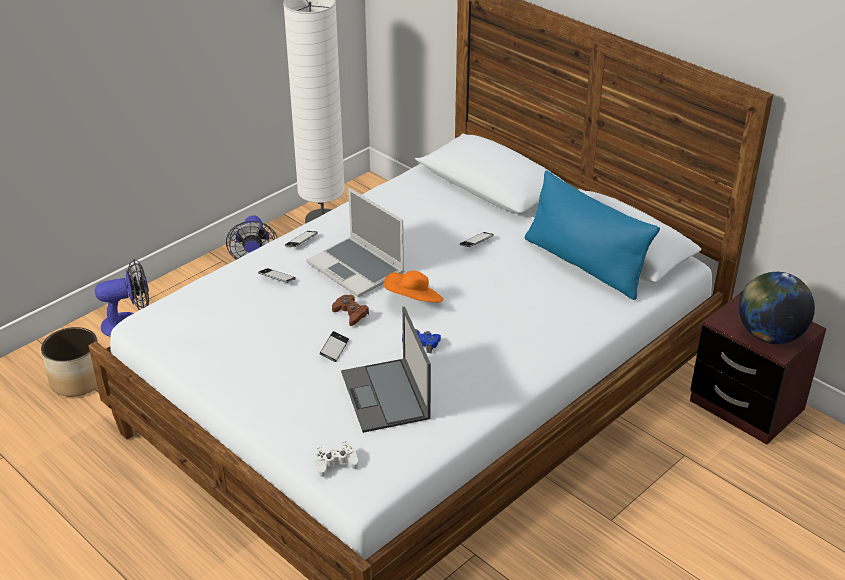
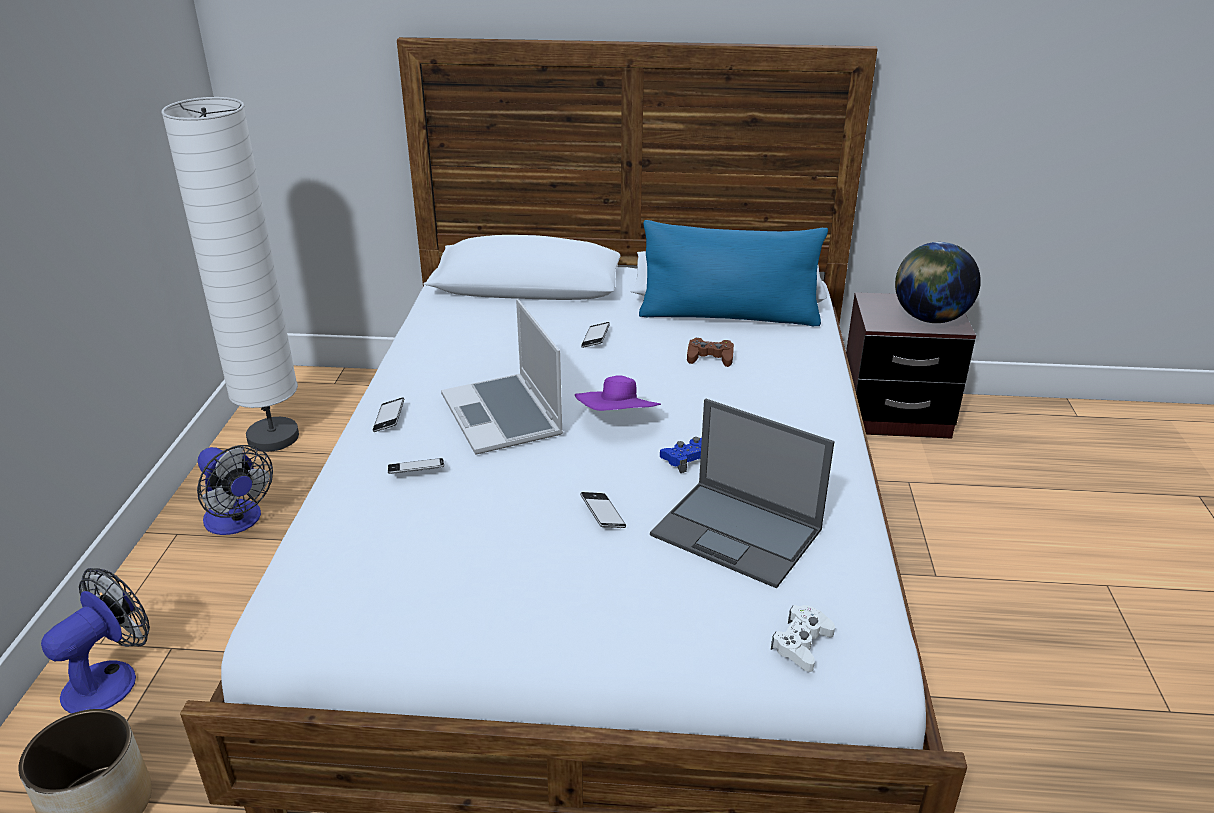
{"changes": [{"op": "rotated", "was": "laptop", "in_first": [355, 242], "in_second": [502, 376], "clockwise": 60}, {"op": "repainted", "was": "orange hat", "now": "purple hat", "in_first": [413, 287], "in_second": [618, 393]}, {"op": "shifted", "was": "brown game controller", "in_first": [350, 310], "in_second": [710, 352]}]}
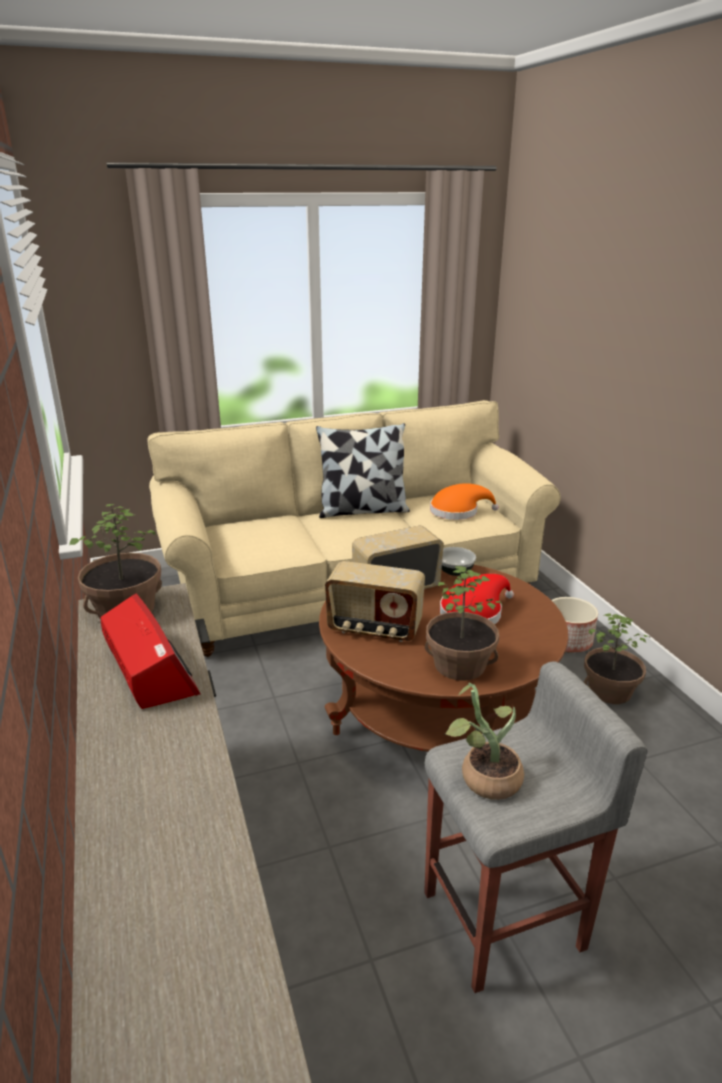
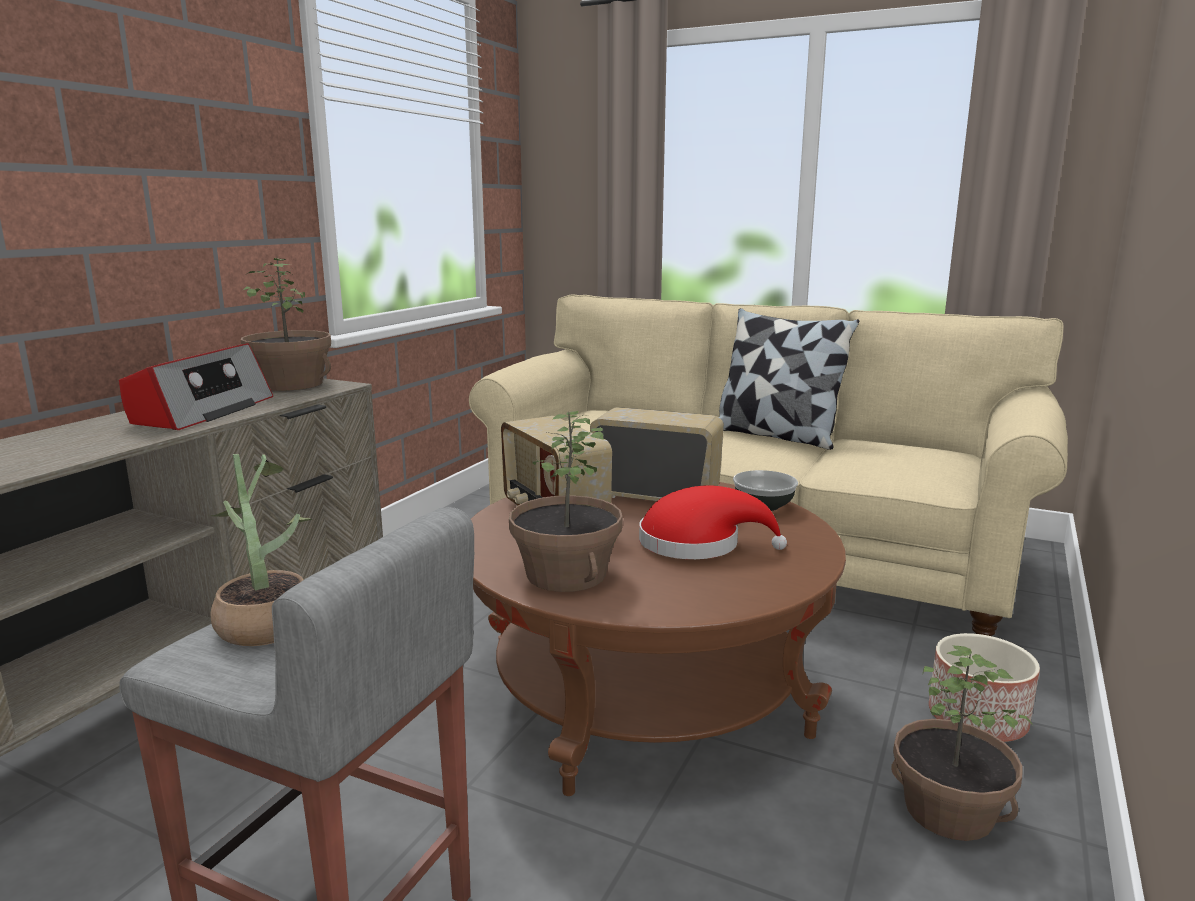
{"changes": [{"op": "gone", "was": "orange hat", "in_first": [464, 501]}]}
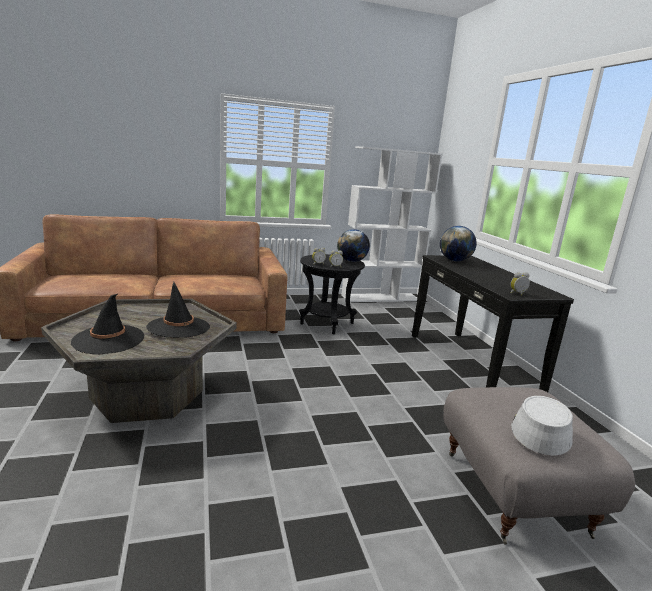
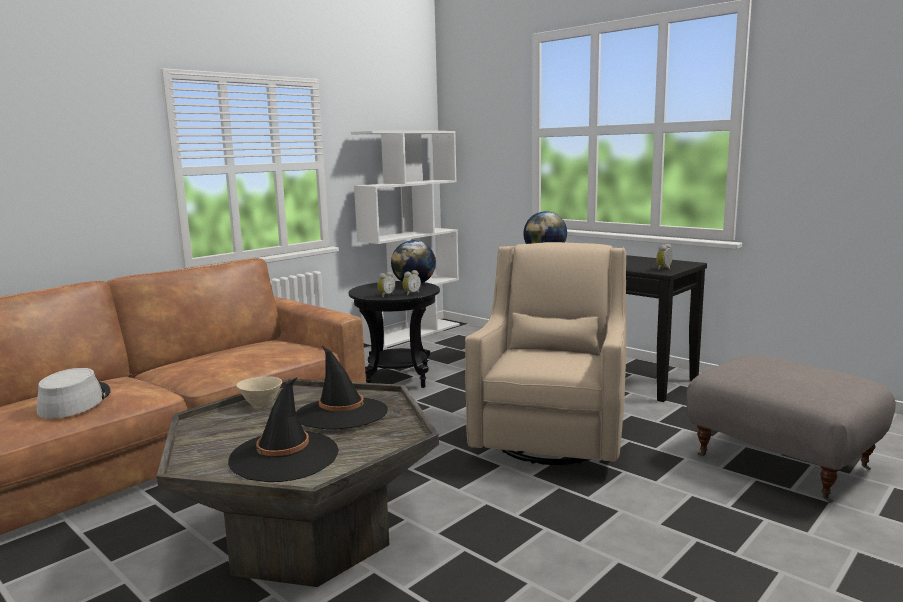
{"changes": [{"op": "shifted", "was": "grey hat", "in_first": [542, 425], "in_second": [74, 393]}, {"op": "new", "now": "beige armchair", "in_second": [545, 353]}, {"op": "new", "now": "beige bowl", "in_second": [259, 391]}]}
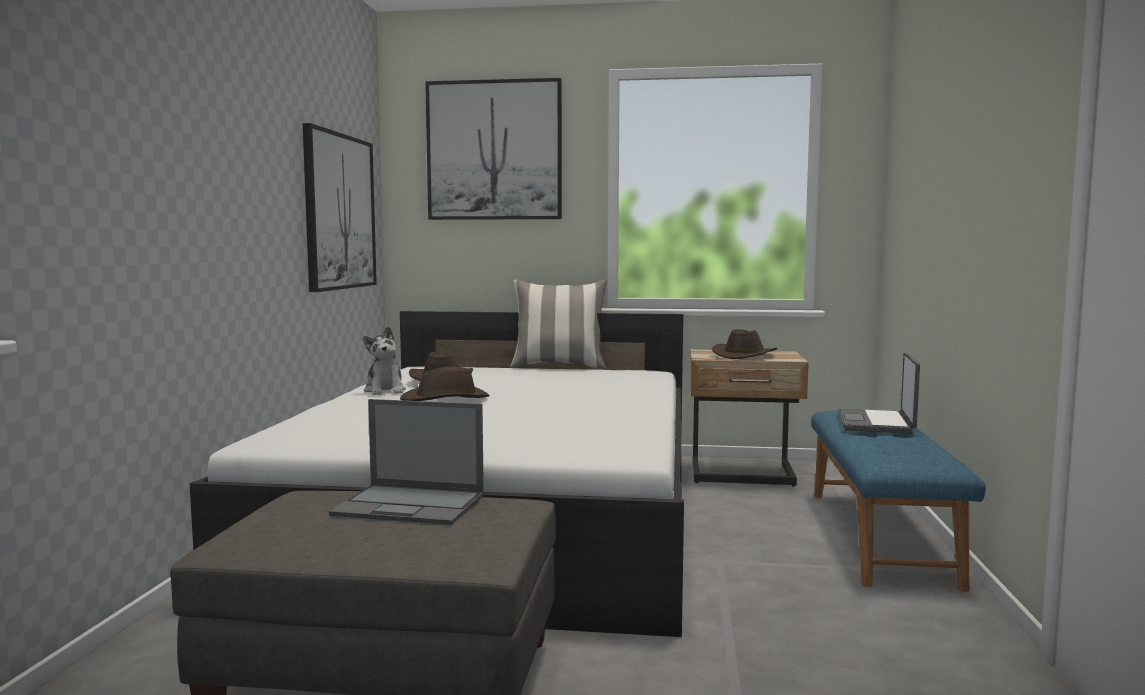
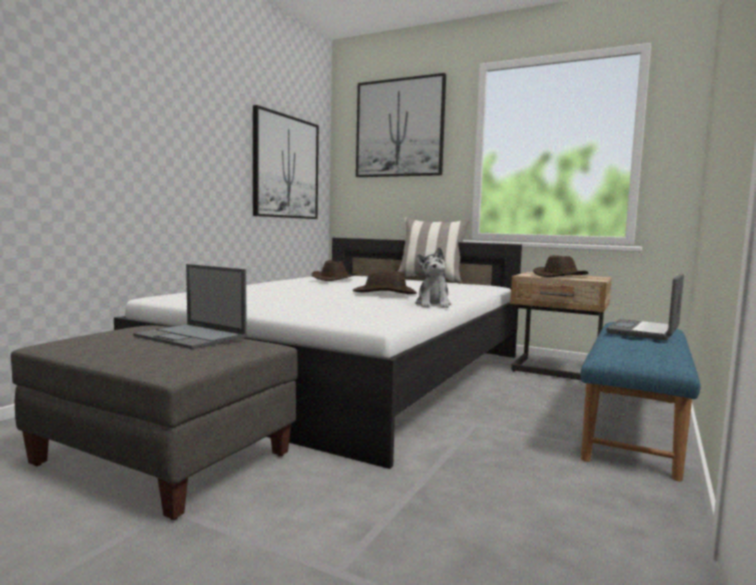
{"changes": [{"op": "shifted", "was": "plush toy", "in_first": [384, 360], "in_second": [433, 277]}, {"op": "shifted", "was": "brown hat", "in_first": [444, 383], "in_second": [384, 282]}]}
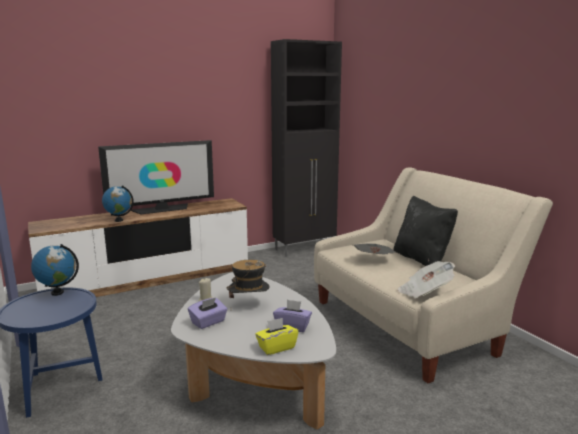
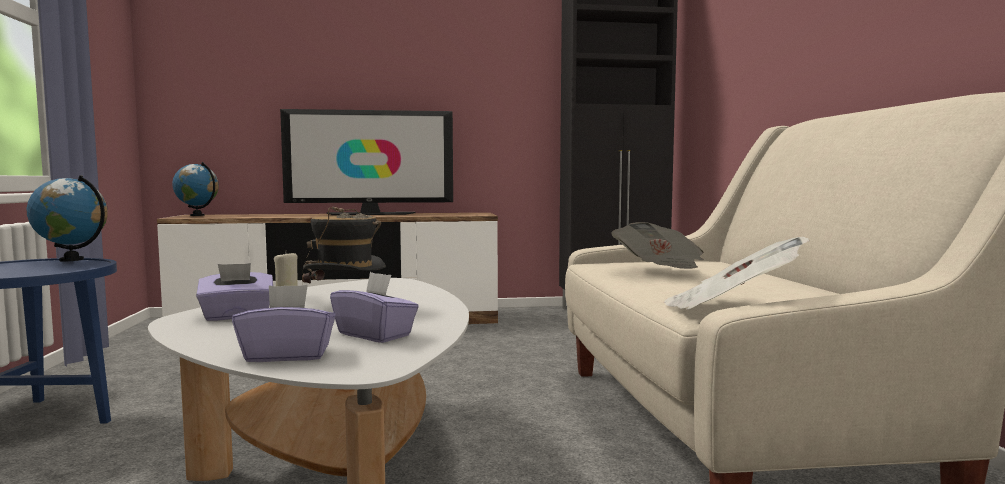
{"changes": [{"op": "shifted", "was": "globe", "in_first": [118, 203], "in_second": [195, 189]}, {"op": "gone", "was": "black pillow", "in_first": [425, 231]}, {"op": "repainted", "was": "yellow tissue box", "now": "purple tissue box", "in_first": [276, 336], "in_second": [284, 323]}]}
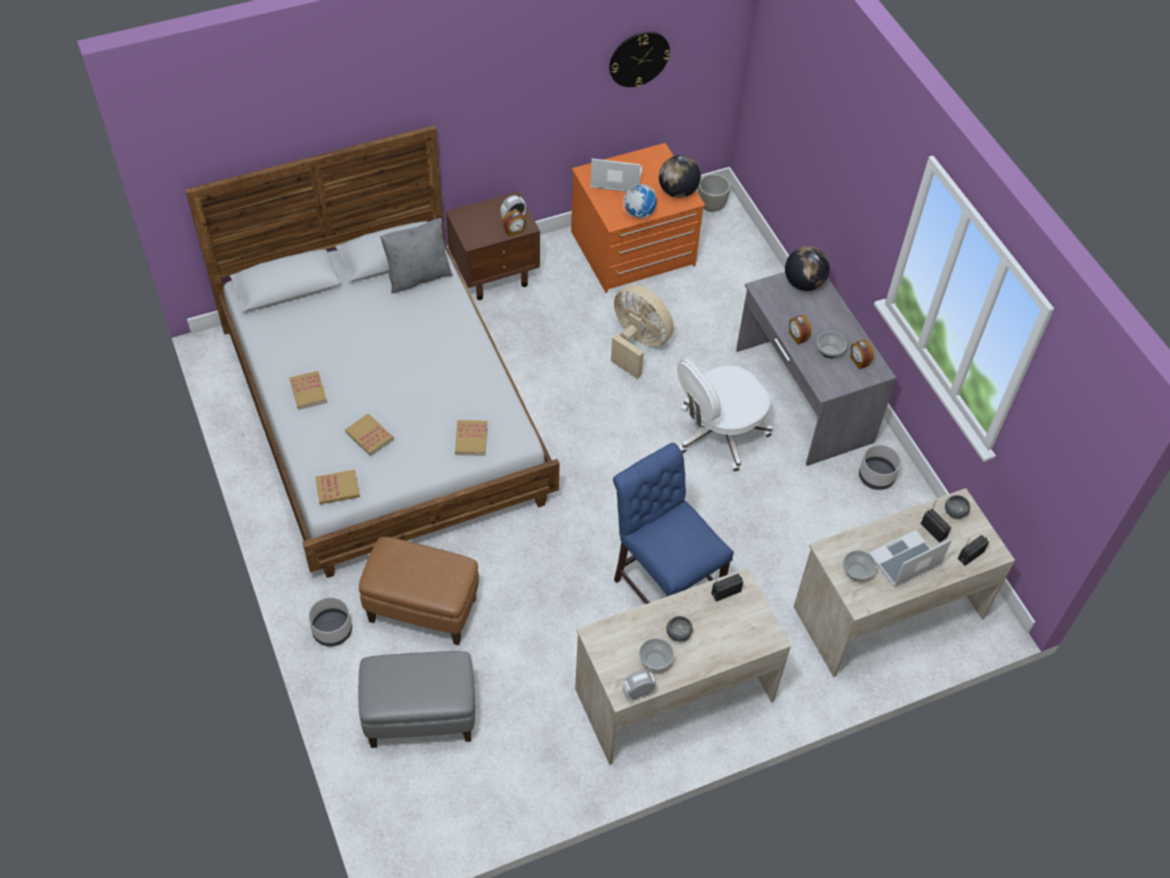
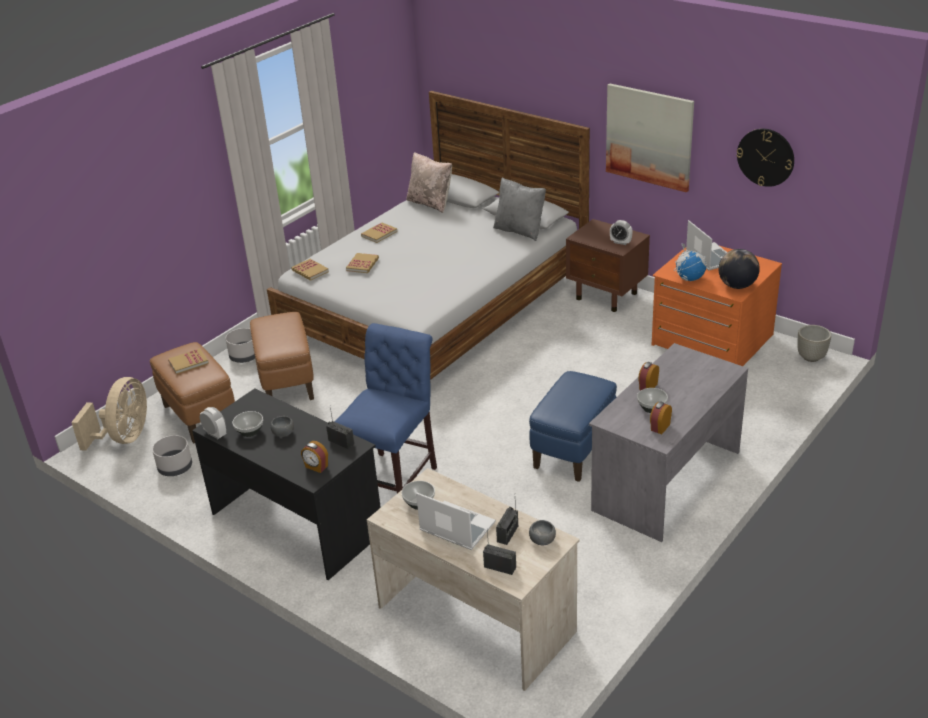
{"changes": [{"op": "shifted", "was": "alarm clock", "in_first": [514, 223], "in_second": [314, 457]}, {"op": "gone", "was": "globe", "in_first": [807, 268]}, {"op": "shifted", "was": "beige fan", "in_first": [642, 331], "in_second": [109, 414]}, {"op": "swapped", "was": "white office chair", "now": "blue ottoman", "in_first": [725, 415], "in_second": [573, 426]}, {"op": "shifted", "was": "book", "in_first": [471, 438], "in_second": [188, 361]}, {"op": "shifted", "was": "grey planter", "in_first": [880, 467], "in_second": [172, 455]}, {"op": "repainted", "was": "beige desk", "now": "black desk", "in_first": [683, 666], "in_second": [286, 484]}, {"op": "repainted", "was": "grey ottoman", "now": "brown ottoman", "in_first": [416, 699], "in_second": [192, 392]}, {"op": "new", "now": "picture", "in_second": [650, 137]}, {"op": "new", "now": "beige pillow", "in_second": [429, 182]}]}
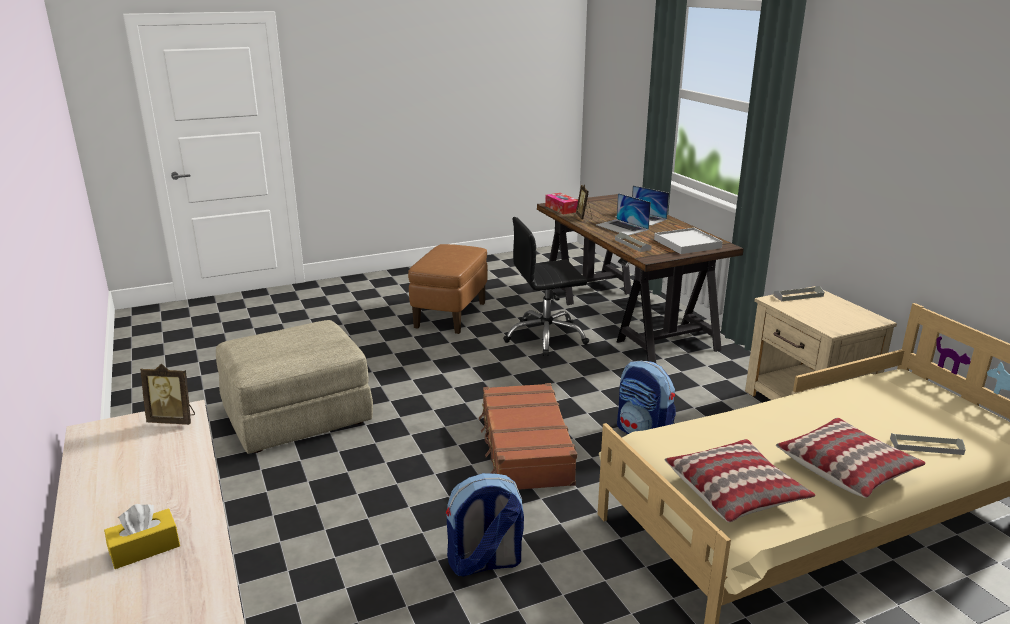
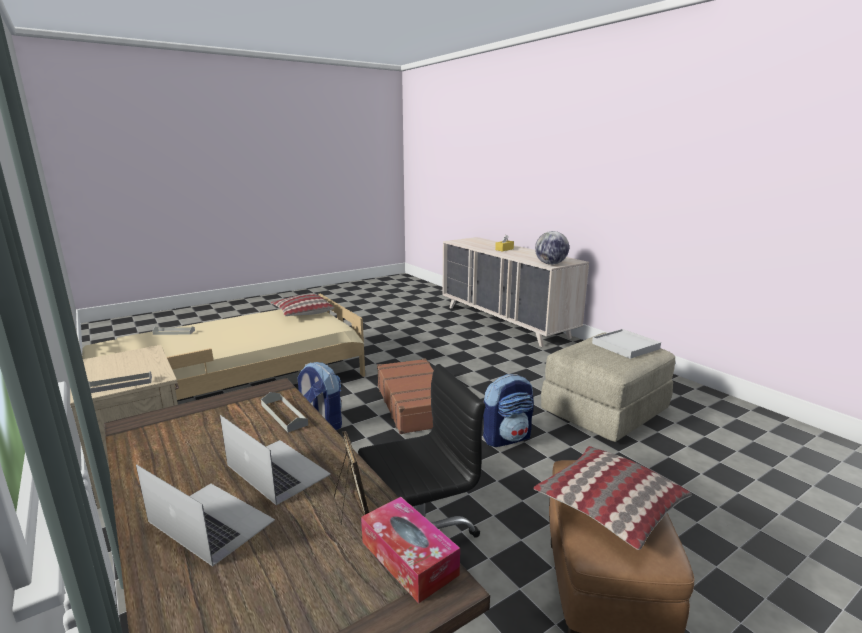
{"changes": [{"op": "shifted", "was": "white tray", "in_first": [688, 241], "in_second": [626, 344]}, {"op": "swapped", "was": "picture frame", "now": "globe", "in_first": [167, 394], "in_second": [552, 248]}, {"op": "shifted", "was": "pillow", "in_first": [851, 458], "in_second": [612, 498]}, {"op": "shifted", "was": "backpack", "in_first": [485, 525], "in_second": [508, 410]}]}
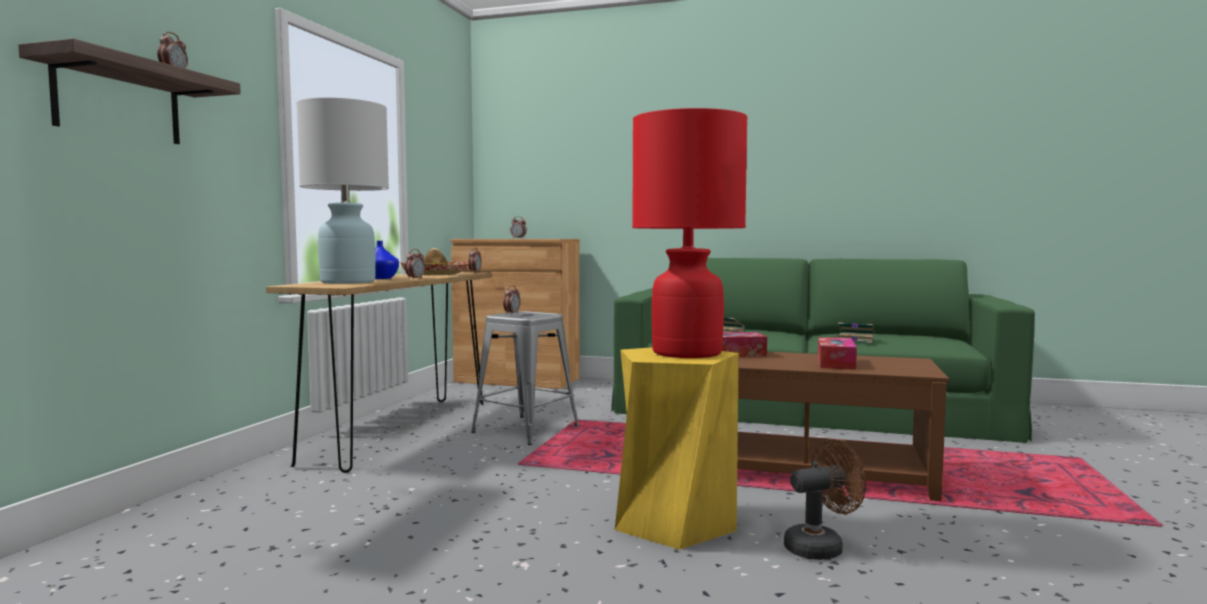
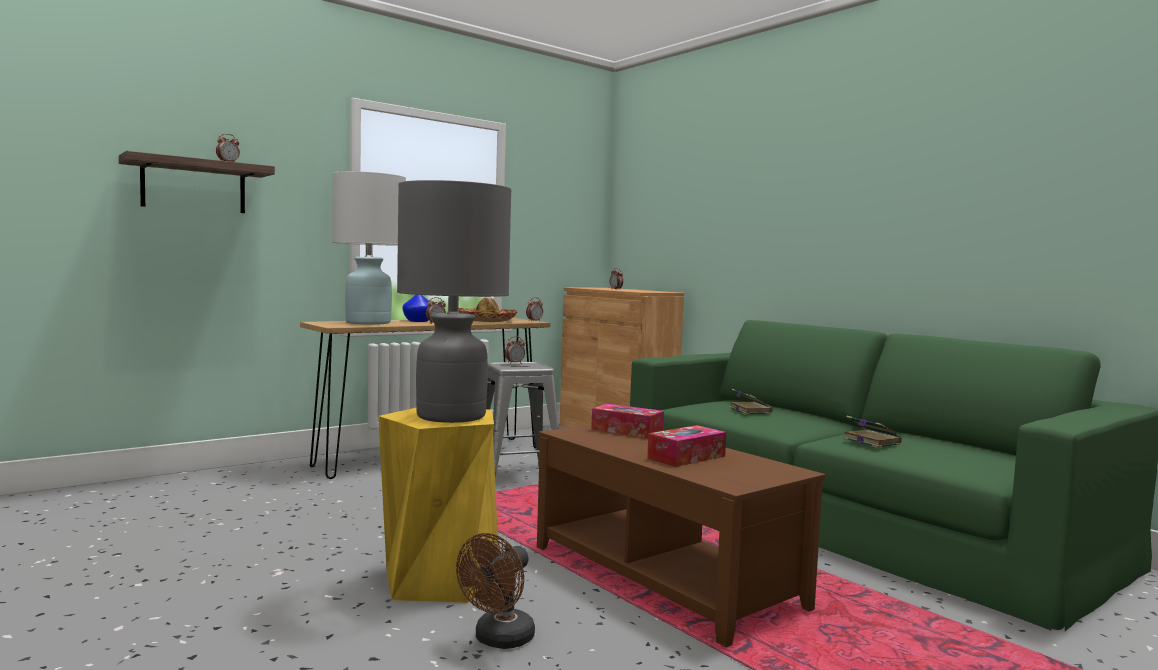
{"changes": [{"op": "repainted", "was": "red table lamp", "now": "grey table lamp", "in_first": [689, 233], "in_second": [454, 301]}, {"op": "rotated", "was": "brown fan", "in_first": [825, 500], "in_second": [495, 591], "clockwise": 105}]}
